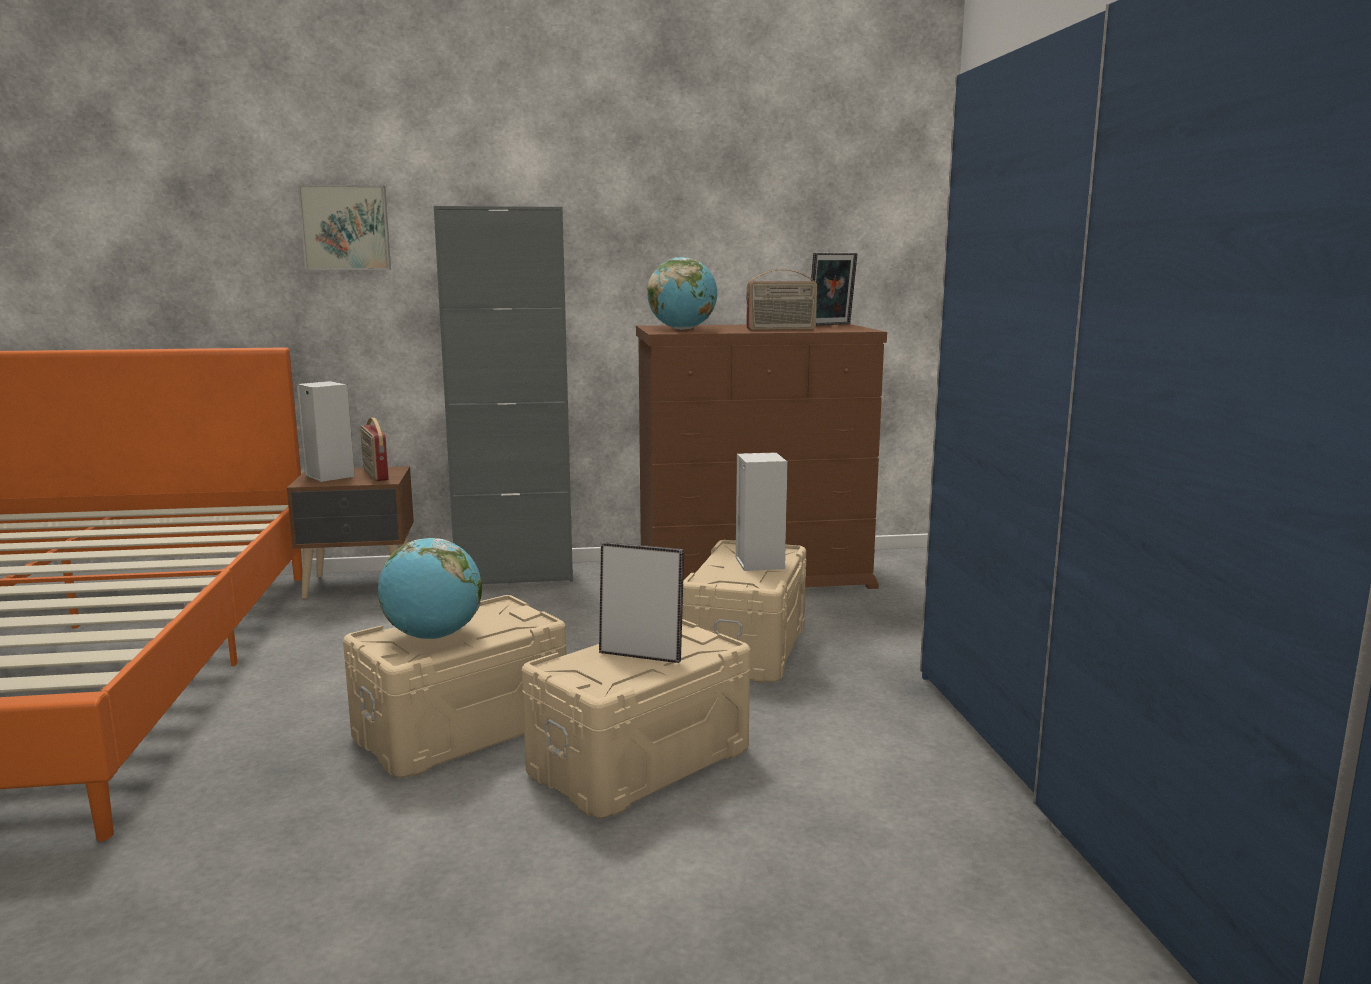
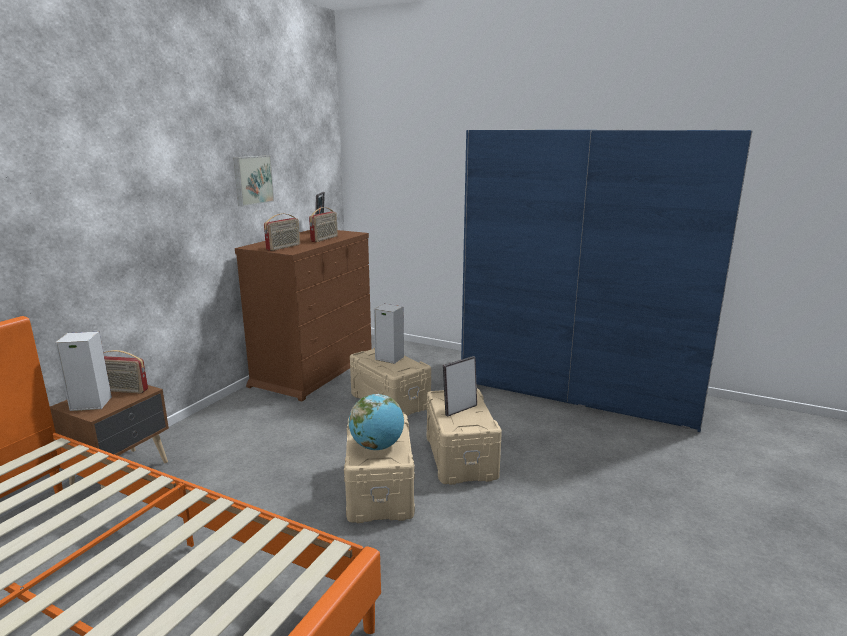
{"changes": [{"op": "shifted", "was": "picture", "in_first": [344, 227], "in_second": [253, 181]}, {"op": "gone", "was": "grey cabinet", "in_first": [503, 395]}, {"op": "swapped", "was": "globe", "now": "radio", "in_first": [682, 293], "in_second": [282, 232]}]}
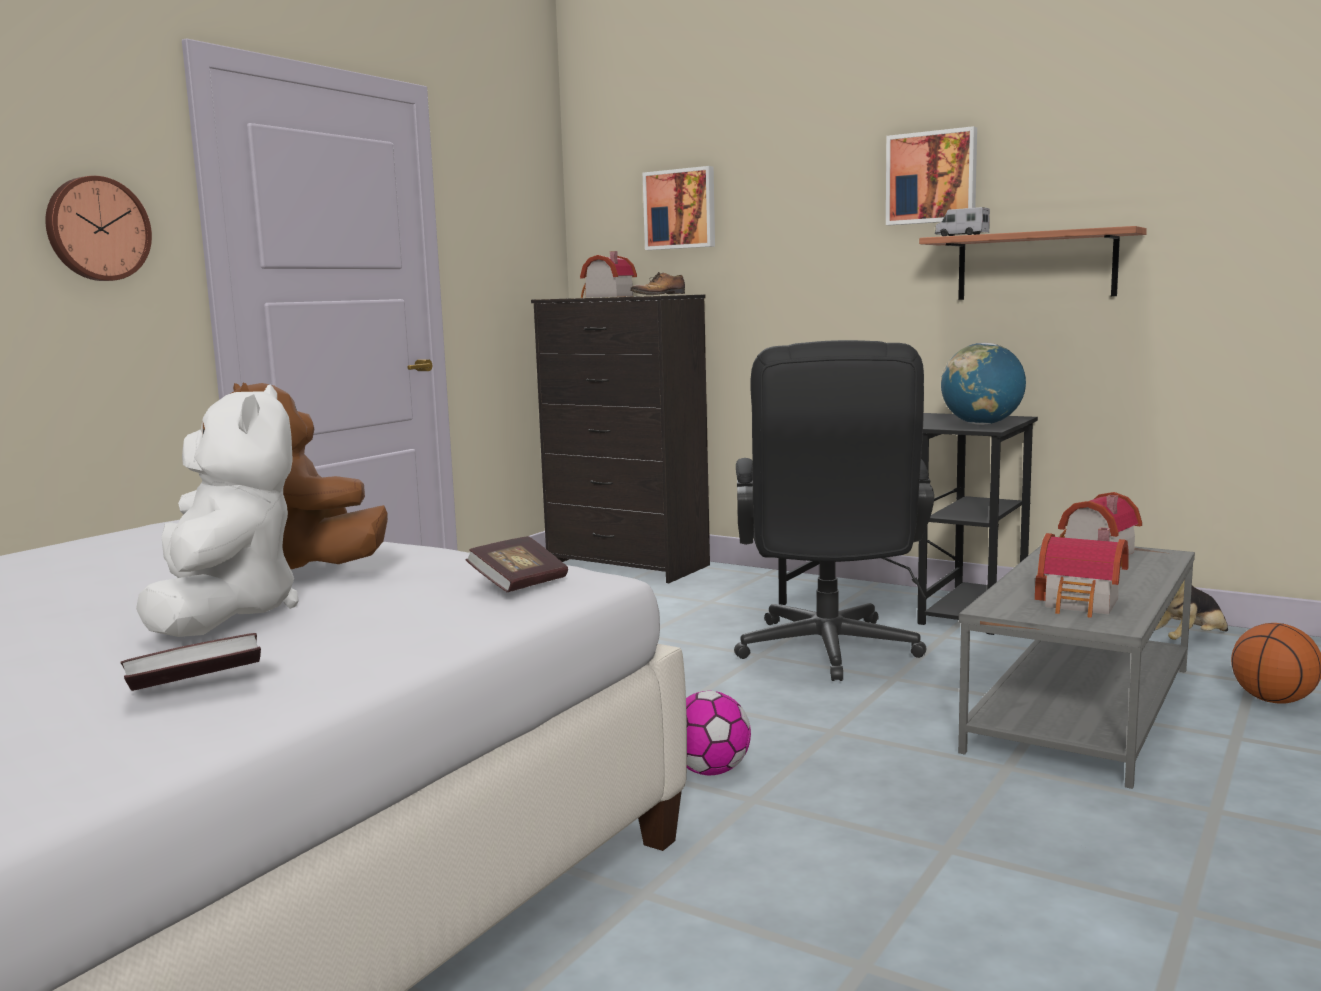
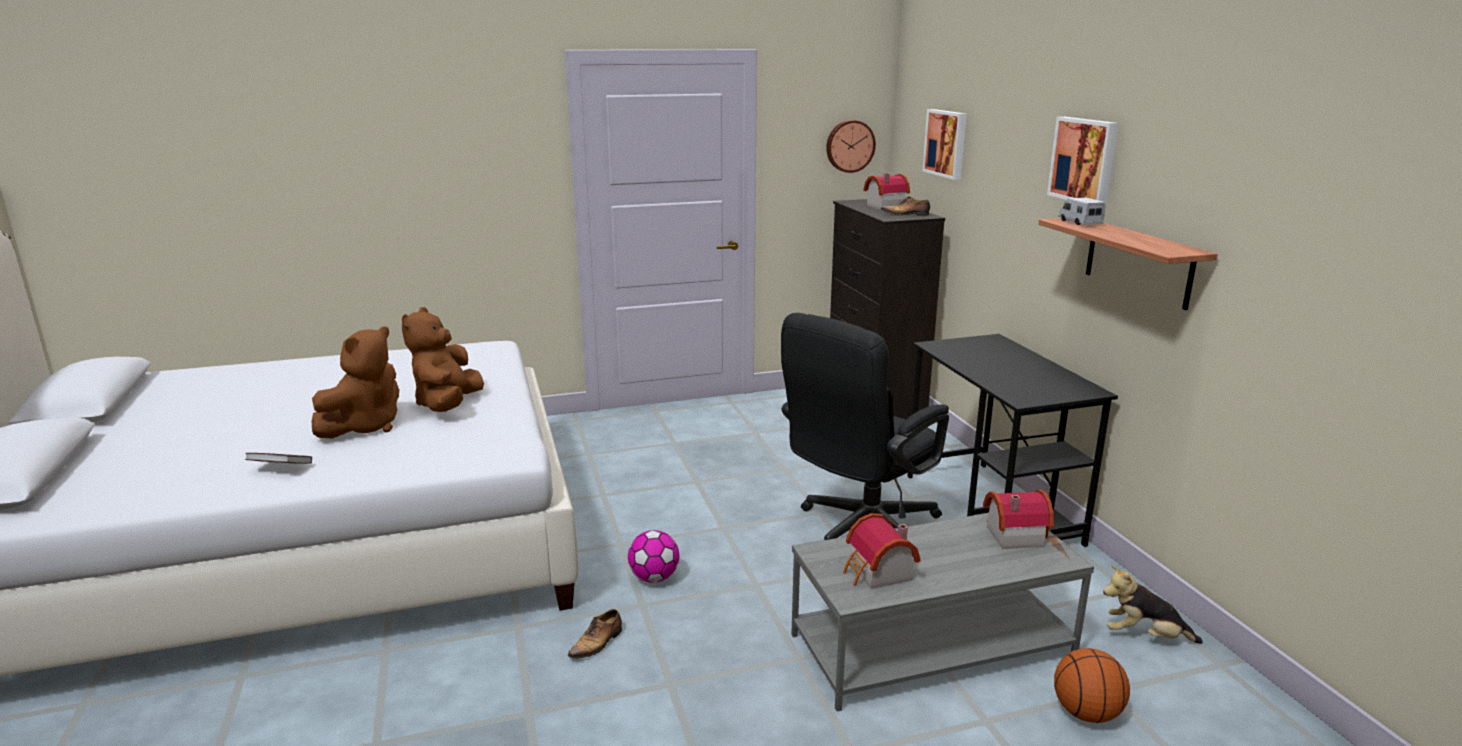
{"changes": [{"op": "shifted", "was": "wall clock", "in_first": [98, 228], "in_second": [851, 146]}, {"op": "gone", "was": "globe", "in_first": [983, 384]}, {"op": "repainted", "was": "white plush toy", "now": "brown plush toy", "in_first": [217, 510], "in_second": [355, 382]}, {"op": "gone", "was": "book", "in_first": [517, 564]}, {"op": "new", "now": "shoe", "in_second": [594, 634]}]}
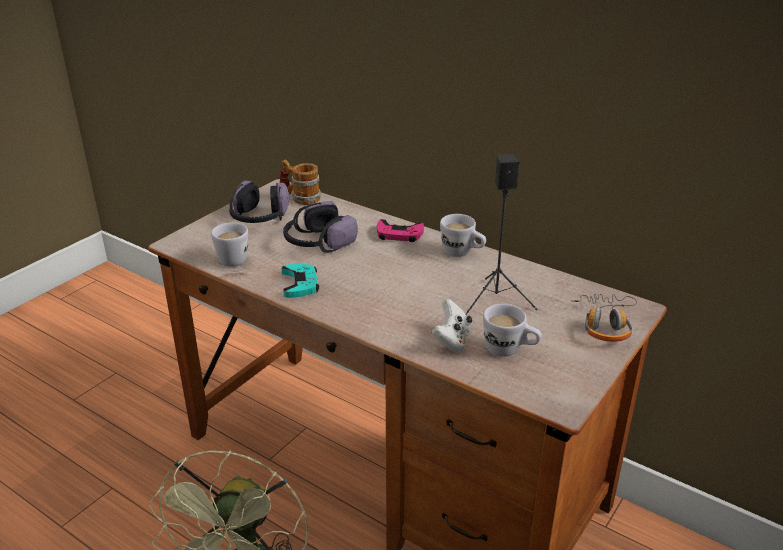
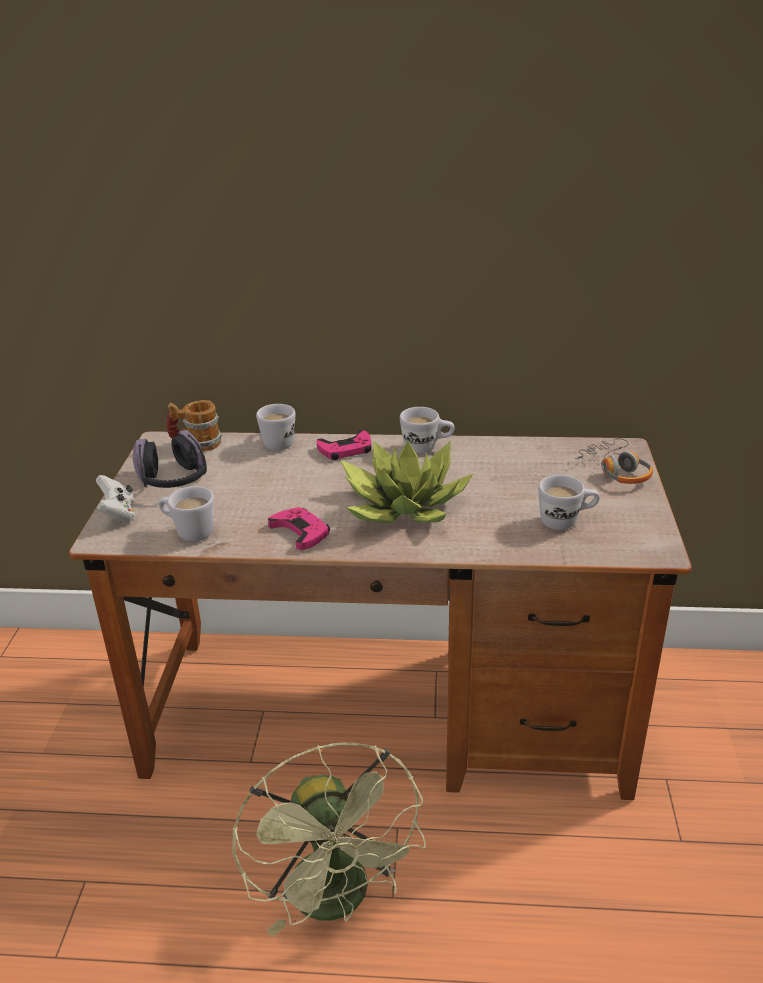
{"changes": [{"op": "gone", "was": "black speaker", "in_first": [501, 235]}, {"op": "gone", "was": "headphones", "in_first": [320, 227]}, {"op": "repainted", "was": "turquoise game controller", "now": "pink game controller", "in_first": [300, 281], "in_second": [299, 528]}, {"op": "shifted", "was": "white game controller", "in_first": [451, 325], "in_second": [115, 499]}, {"op": "new", "now": "white mug", "in_second": [275, 427]}, {"op": "new", "now": "potted plant", "in_second": [406, 482]}]}
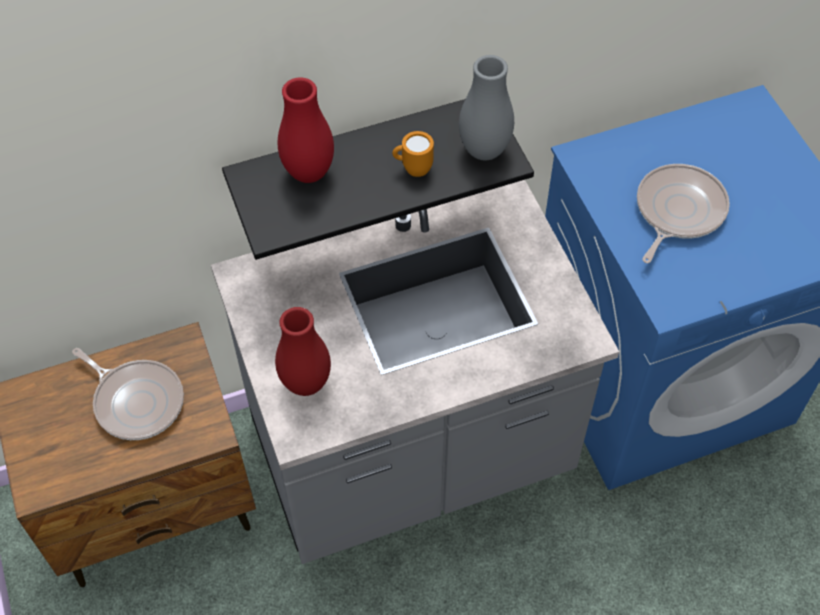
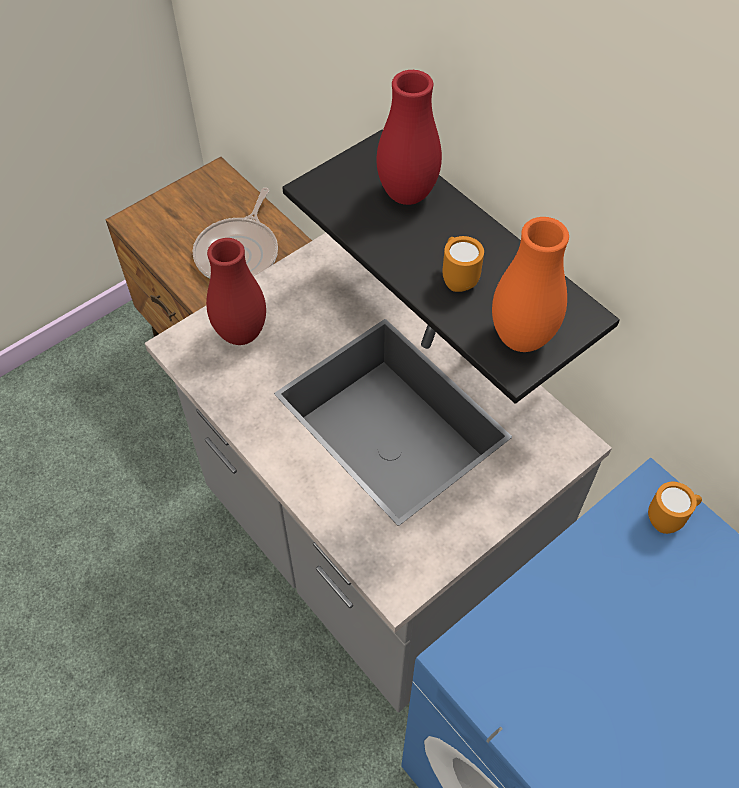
{"changes": [{"op": "repainted", "was": "grey vase", "now": "orange vase", "in_first": [486, 107], "in_second": [530, 284]}, {"op": "gone", "was": "frying pan", "in_first": [683, 213]}, {"op": "new", "now": "orange mug", "in_second": [675, 508]}]}
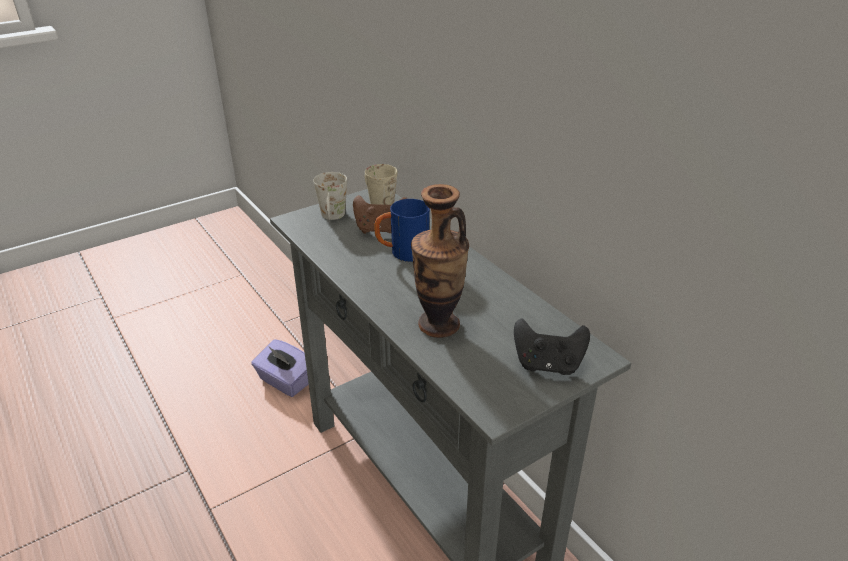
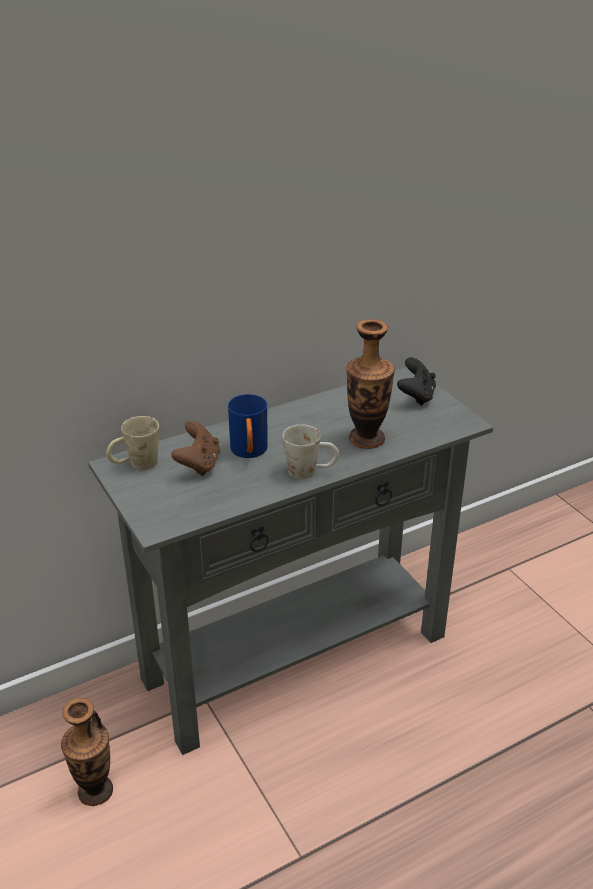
{"changes": [{"op": "shifted", "was": "white mug", "in_first": [330, 196], "in_second": [310, 451]}, {"op": "swapped", "was": "purple tissue box", "now": "vase", "in_first": [280, 368], "in_second": [87, 752]}]}
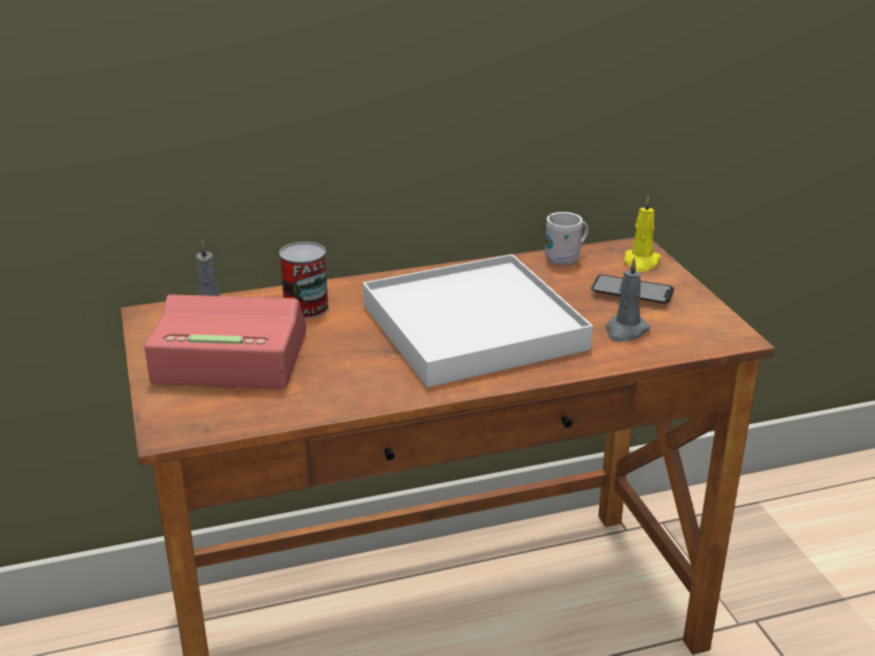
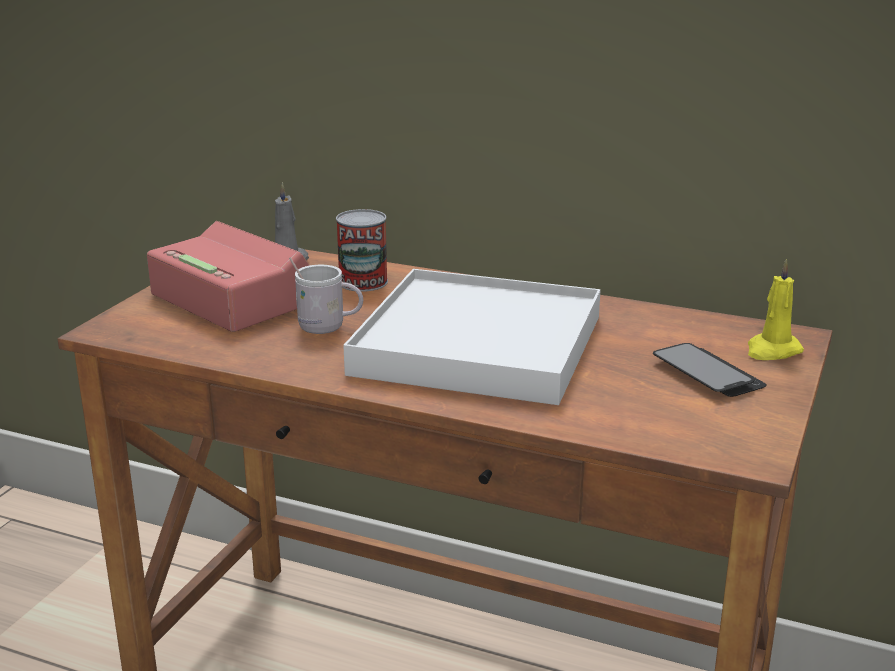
{"changes": [{"op": "shifted", "was": "white mug", "in_first": [567, 239], "in_second": [326, 295]}, {"op": "gone", "was": "grey candle", "in_first": [628, 300]}]}
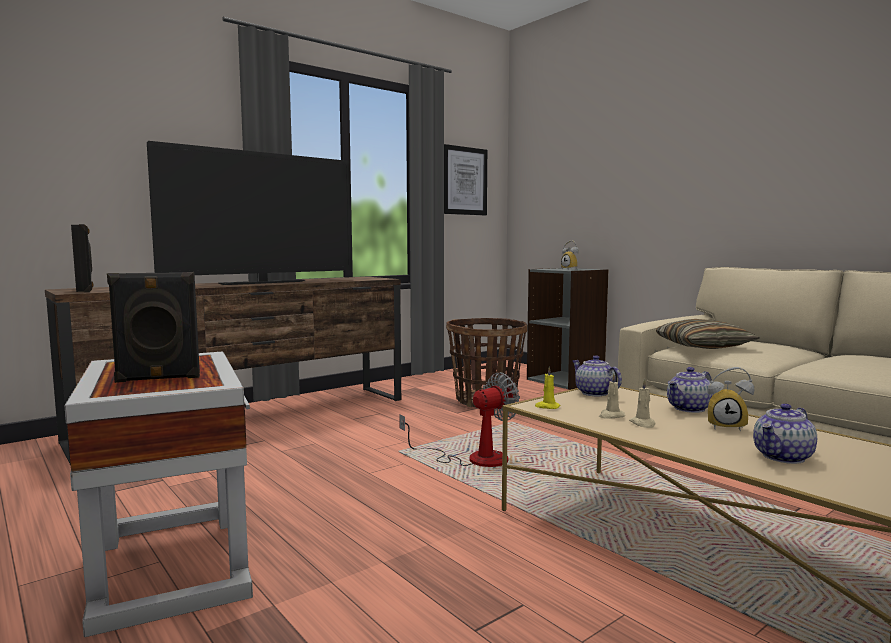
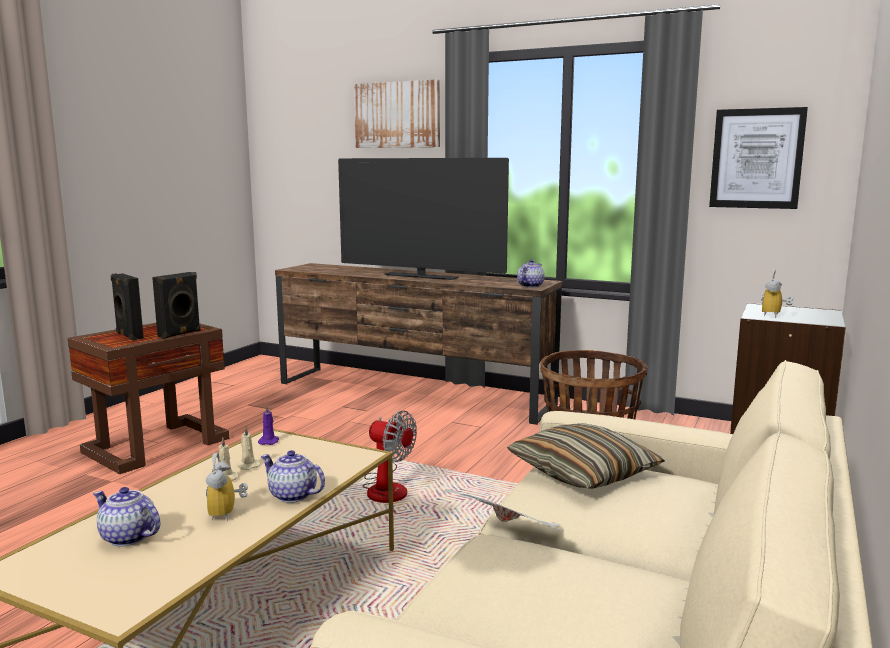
{"changes": [{"op": "shifted", "was": "black speaker", "in_first": [82, 258], "in_second": [176, 305]}, {"op": "repainted", "was": "white side table", "now": "brown side table", "in_first": [158, 494], "in_second": [148, 398]}, {"op": "shifted", "was": "teapot", "in_first": [597, 375], "in_second": [531, 273]}, {"op": "repainted", "was": "yellow candle", "now": "purple candle", "in_first": [548, 388], "in_second": [268, 425]}, {"op": "new", "now": "picture", "in_second": [397, 113]}, {"op": "new", "now": "newspaper", "in_second": [502, 509]}]}
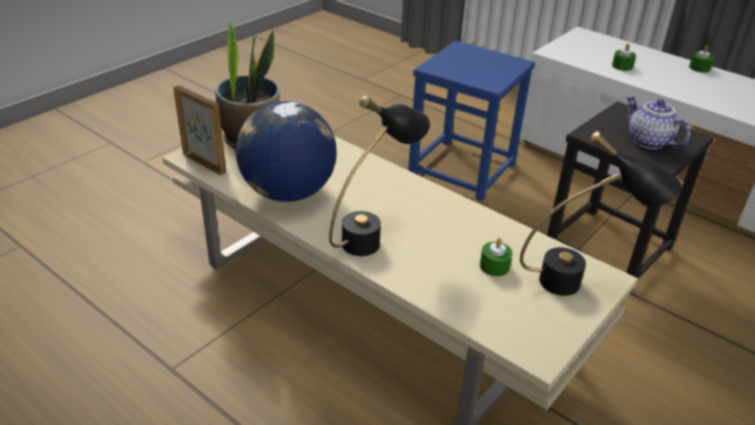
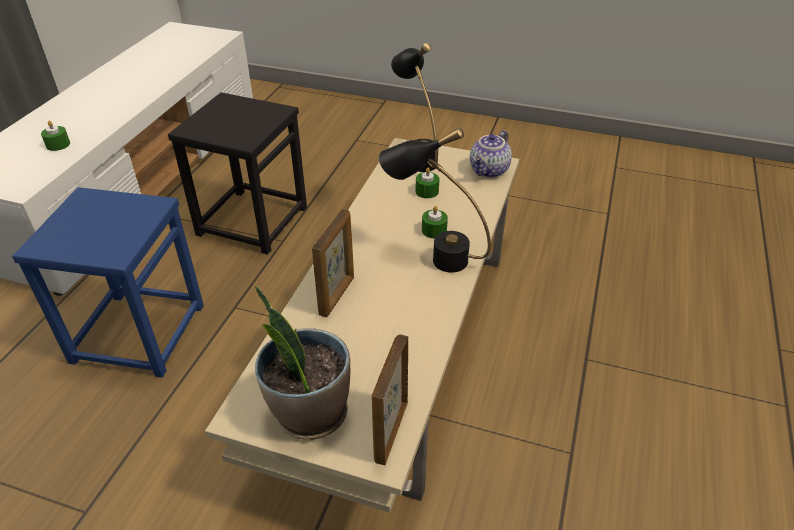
{"changes": [{"op": "shifted", "was": "green candle", "in_first": [701, 59], "in_second": [435, 222]}, {"op": "shifted", "was": "teapot", "in_first": [658, 122], "in_second": [491, 154]}, {"op": "gone", "was": "globe", "in_first": [286, 151]}, {"op": "new", "now": "picture frame", "in_second": [333, 263]}]}
